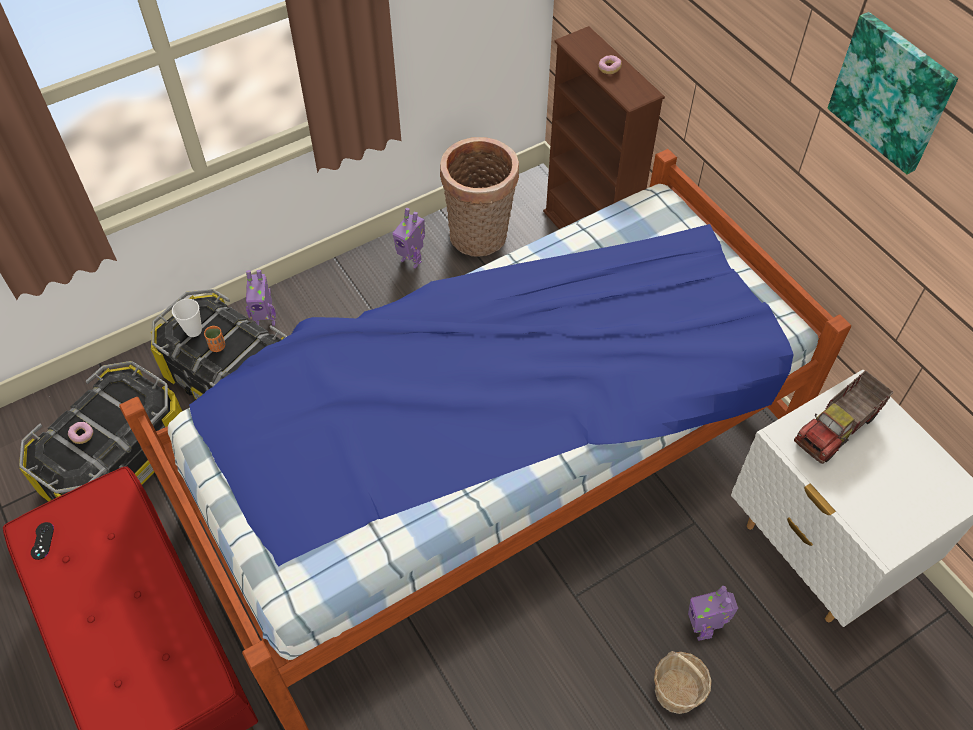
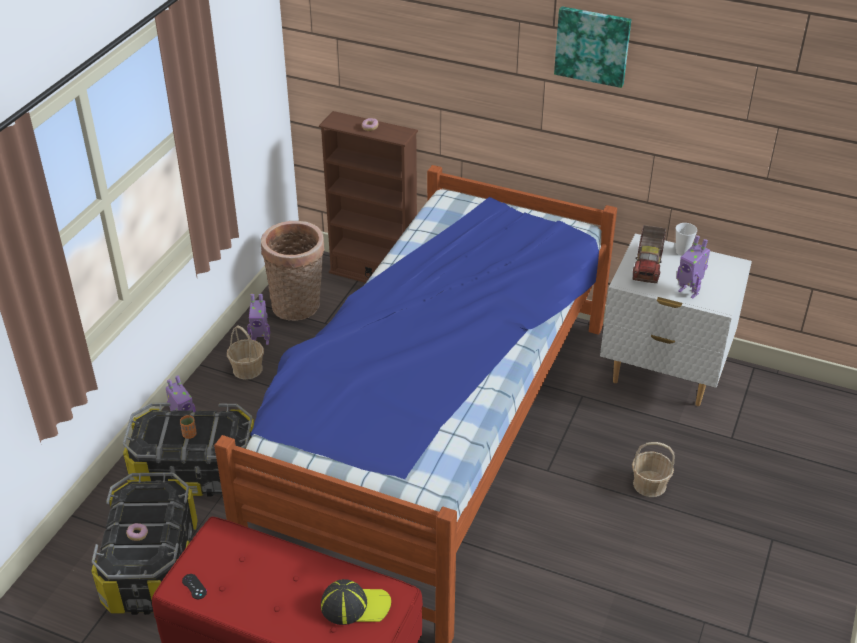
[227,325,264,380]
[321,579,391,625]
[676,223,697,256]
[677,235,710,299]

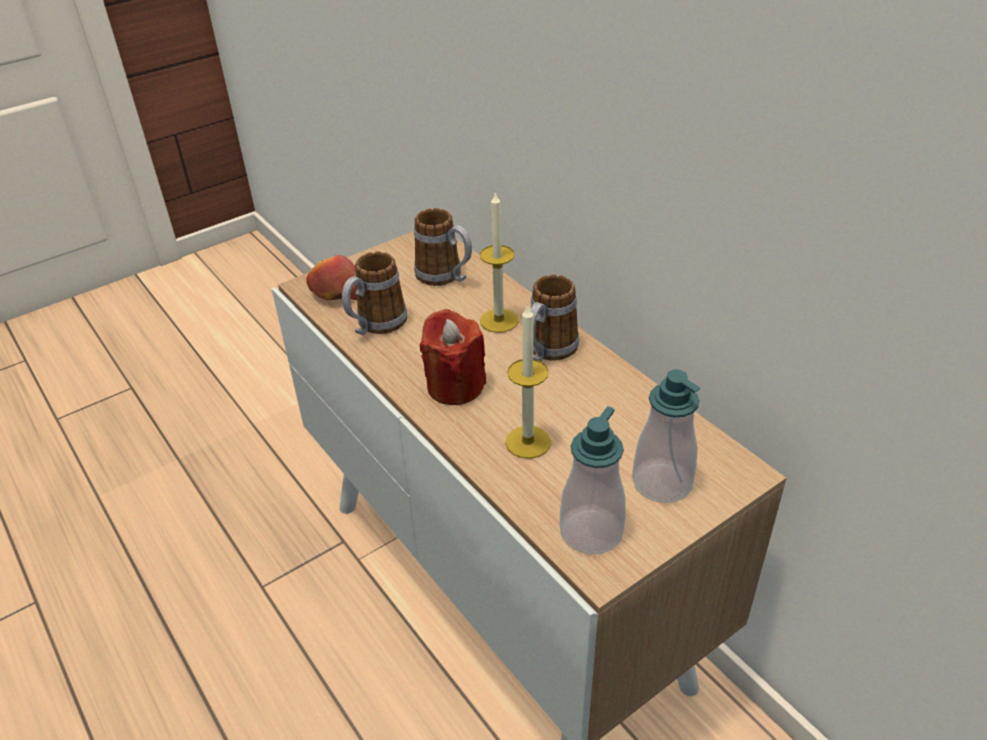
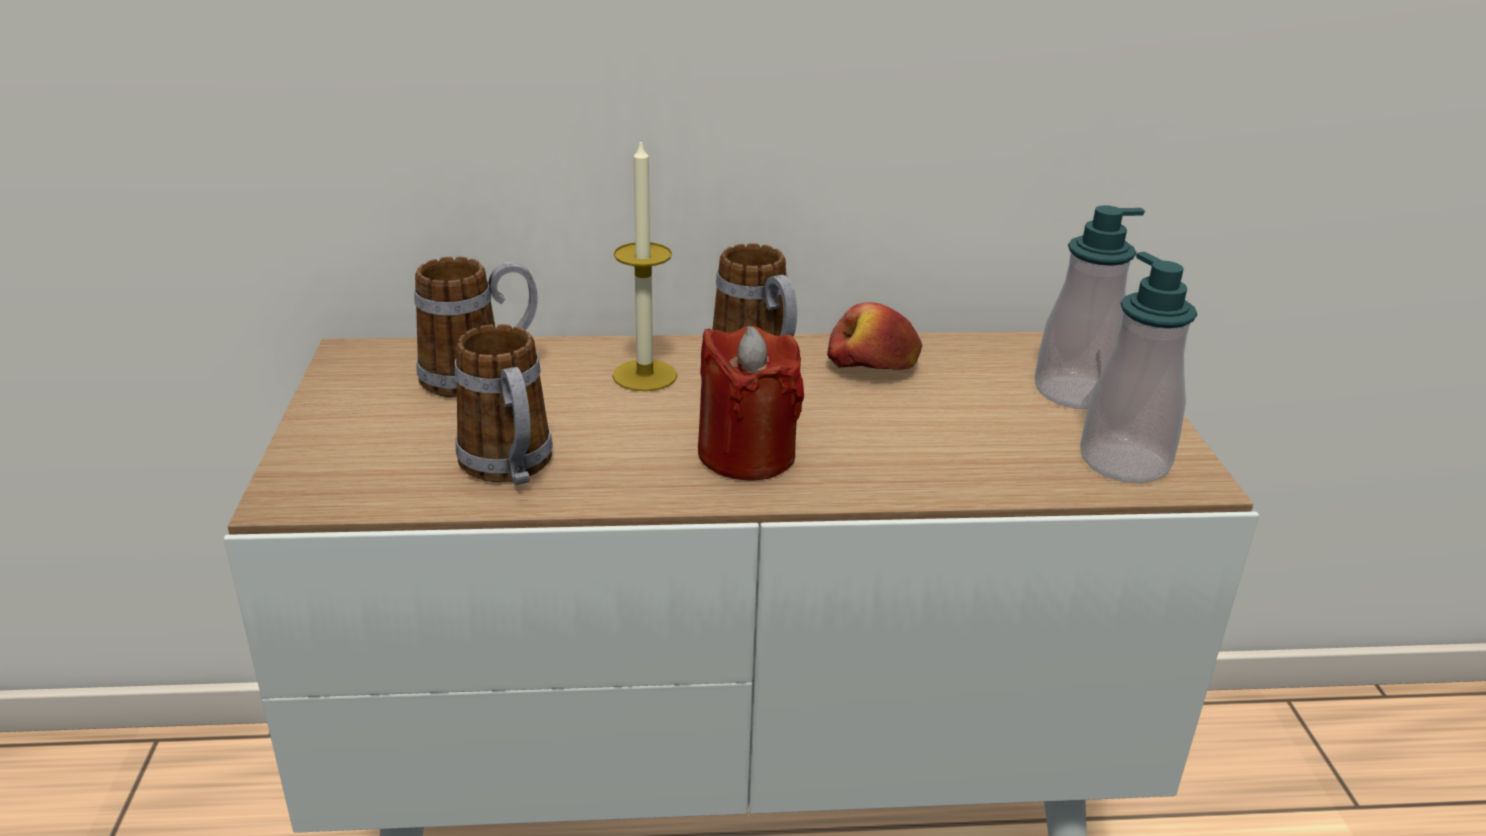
[506,304,551,459] (first image)
[827,302,922,370]

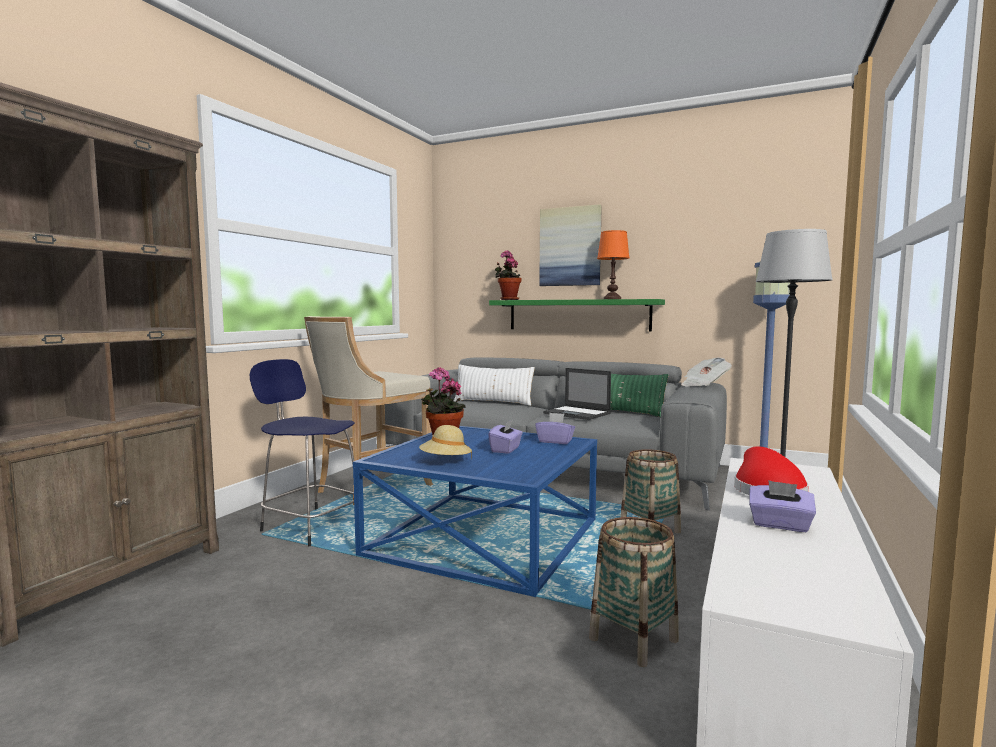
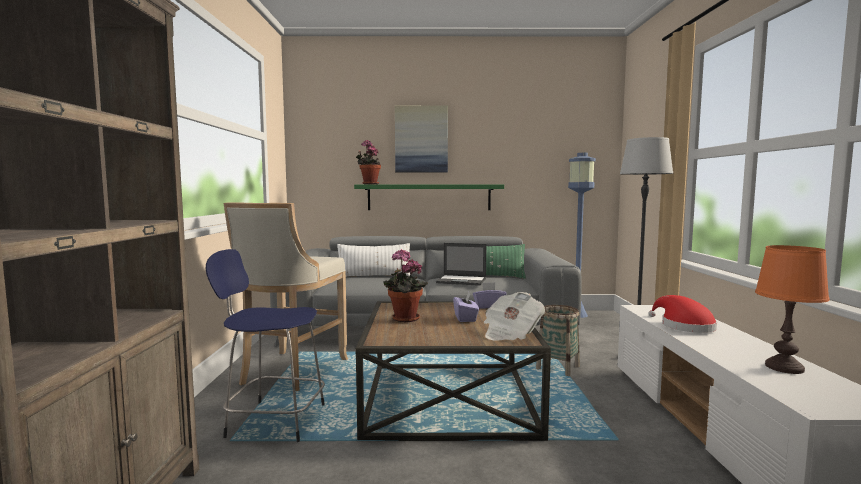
[419,425,472,459] (first image)
[589,517,679,667] (first image)
[749,480,816,532] (first image)
[755,245,830,374]
[484,292,545,341]
[355,301,551,441]

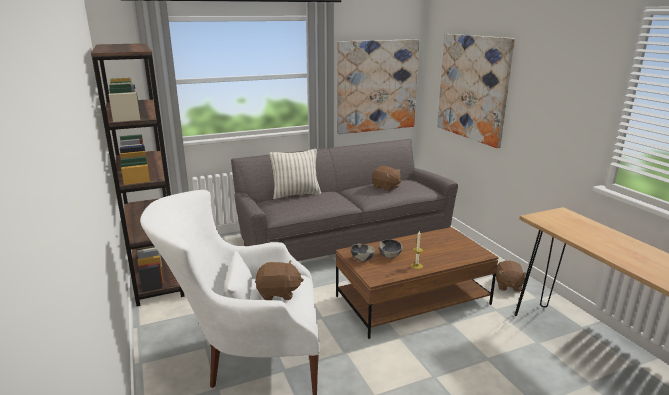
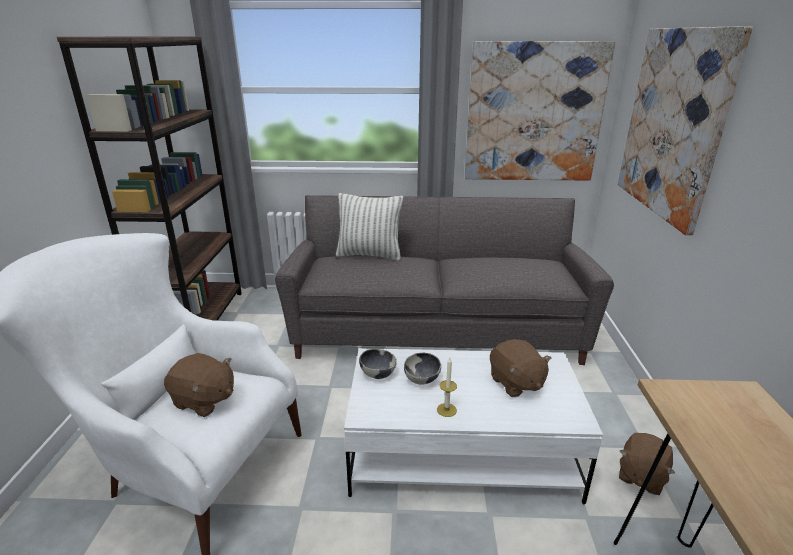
[490,339,551,397]
[344,348,603,504]

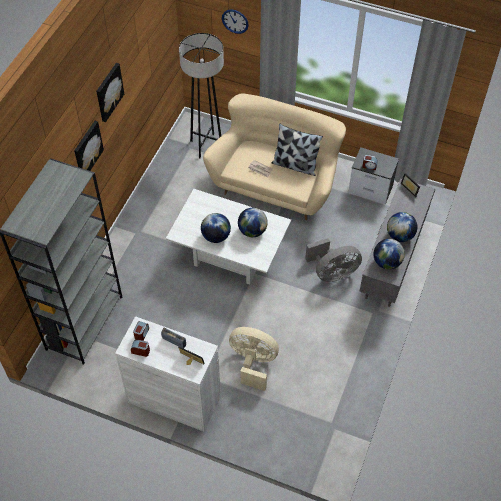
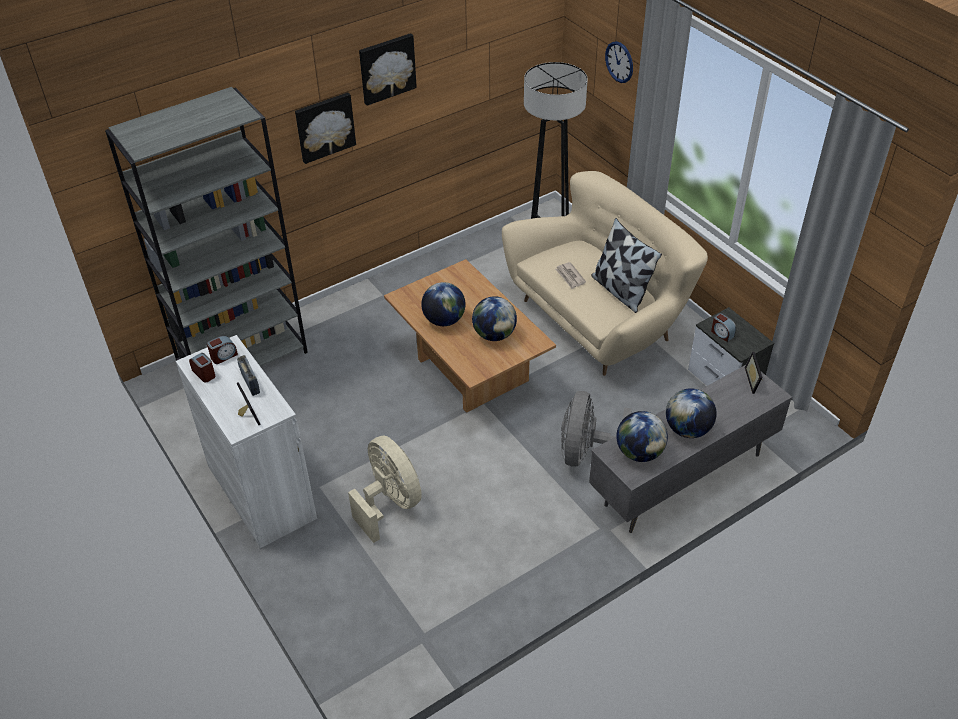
[384,259,556,413]
[561,391,632,467]

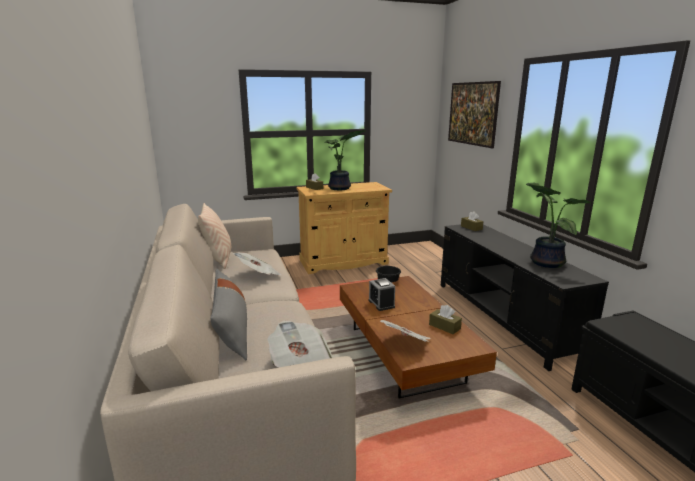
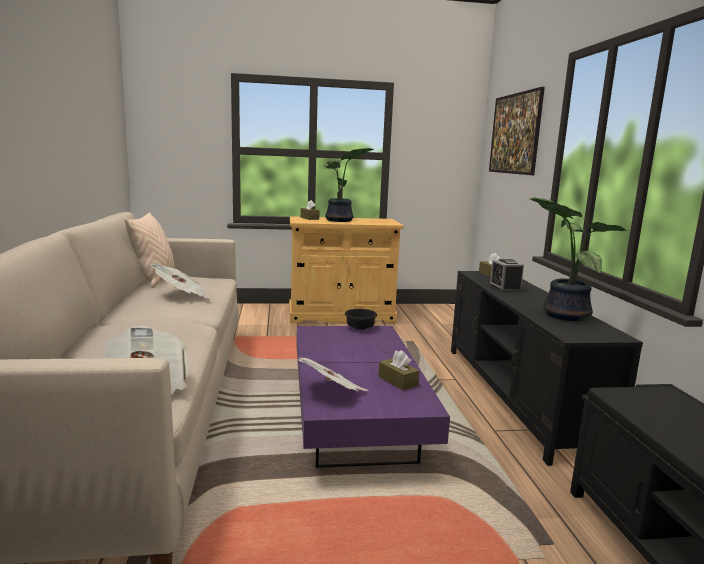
[210,269,247,360] (first image)
[489,259,524,292]
[296,326,450,468]

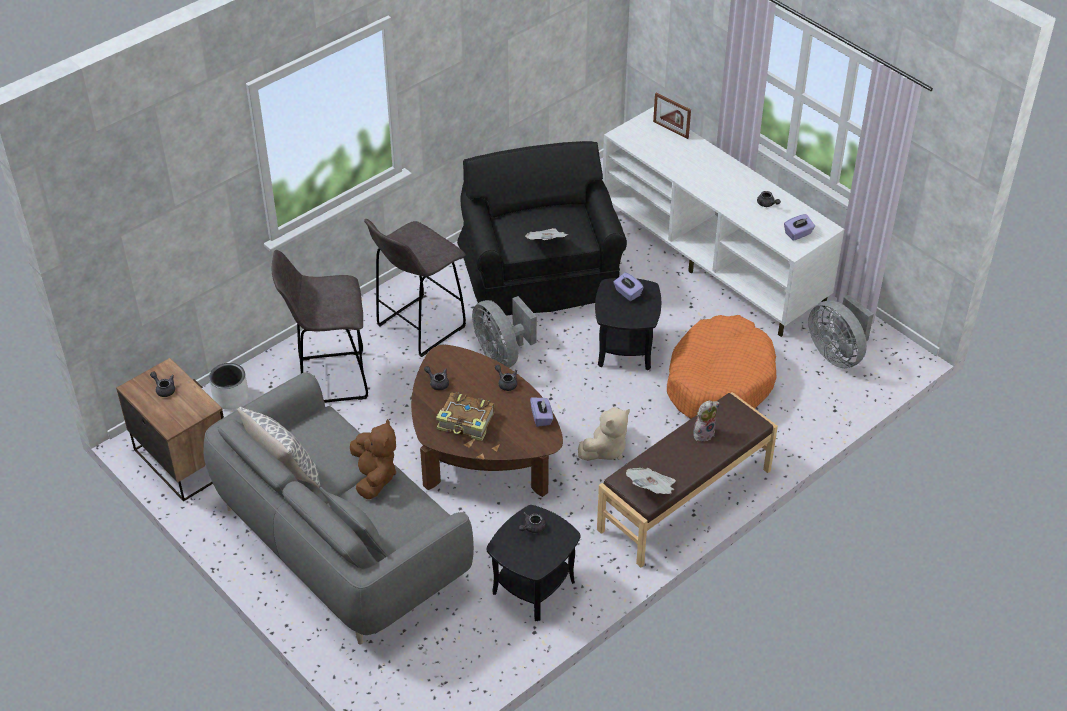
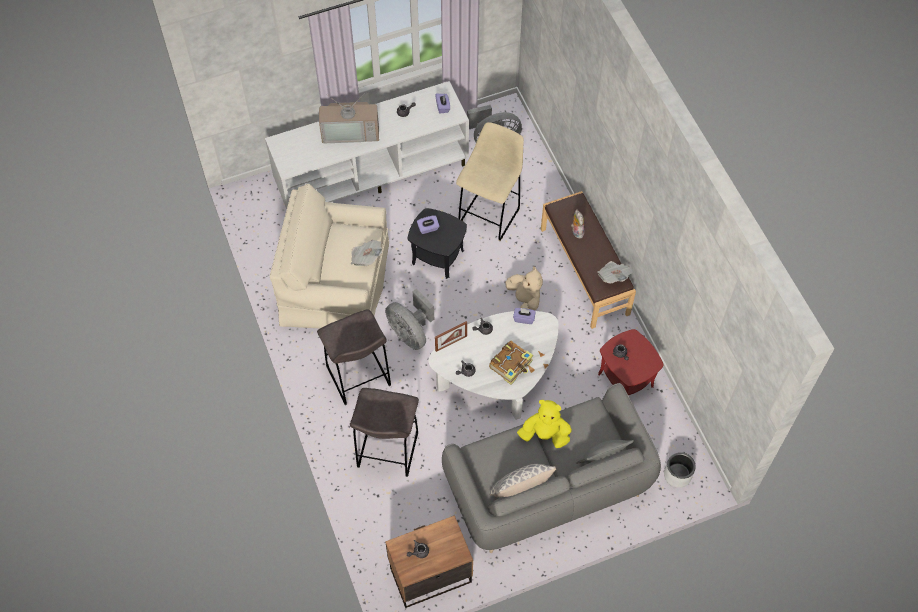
[319,93,379,143]
[664,452,696,488]
[435,321,467,352]
[456,122,524,241]
[517,400,572,448]
[428,311,559,420]
[270,184,389,329]
[598,329,664,395]
[385,289,434,350]

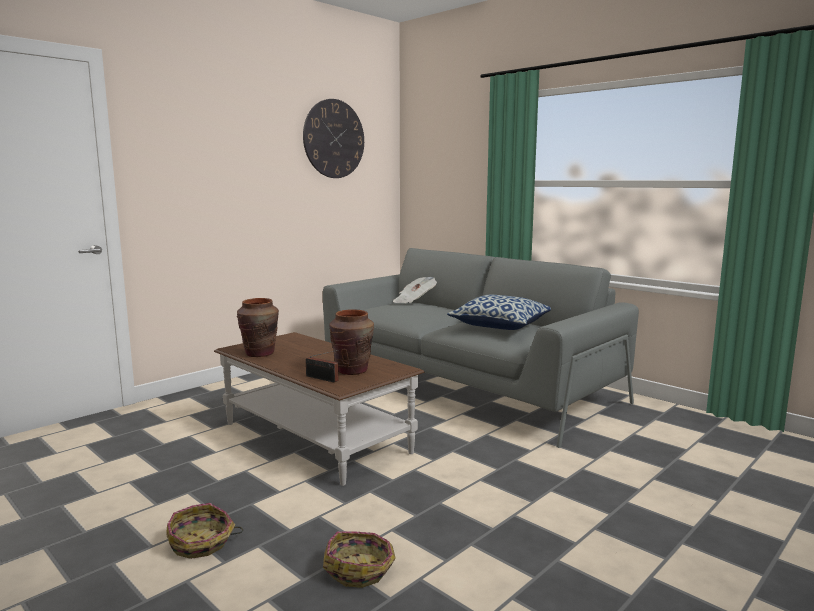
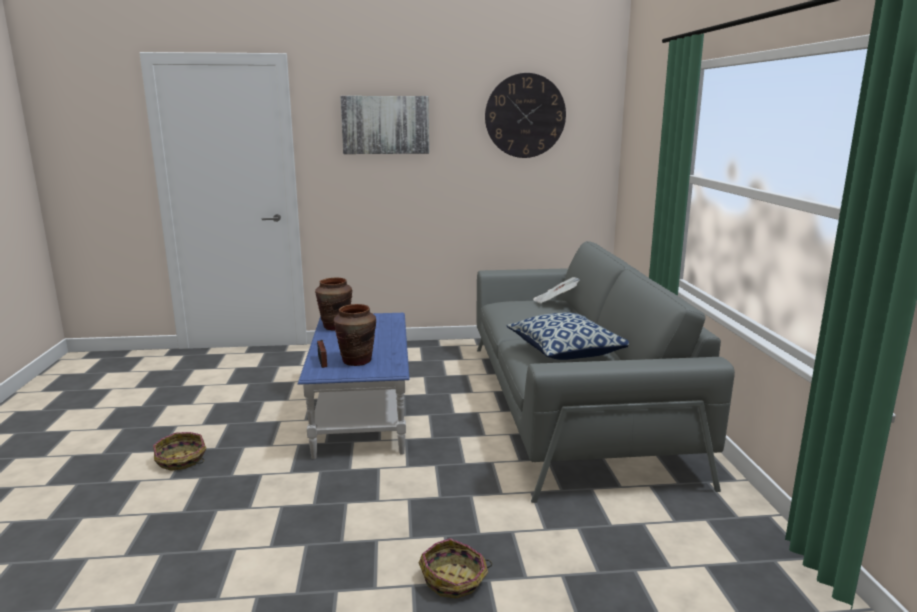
[340,96,429,154]
[419,538,492,599]
[298,313,410,459]

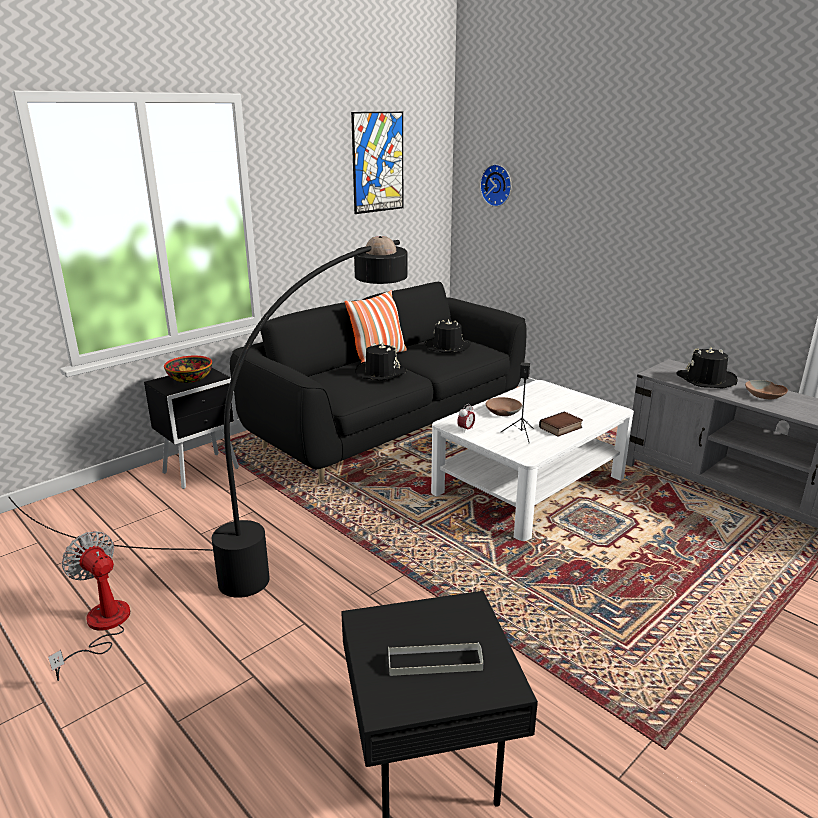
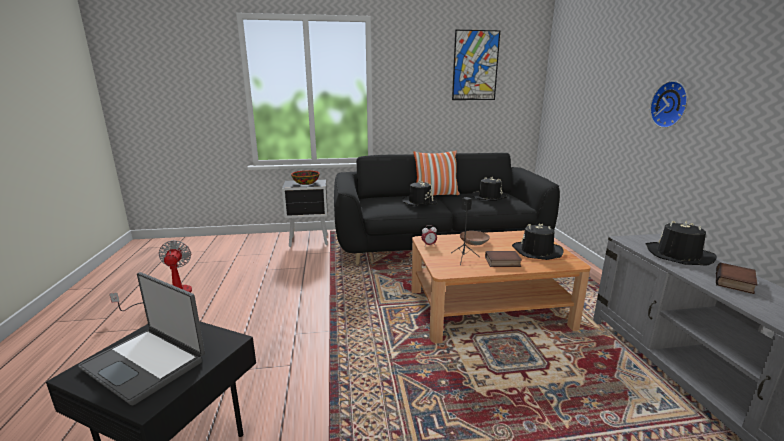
[9,236,407,598] (first image)
[512,223,563,260]
[650,81,688,128]
[78,272,205,405]
[716,263,758,294]
[412,230,591,343]

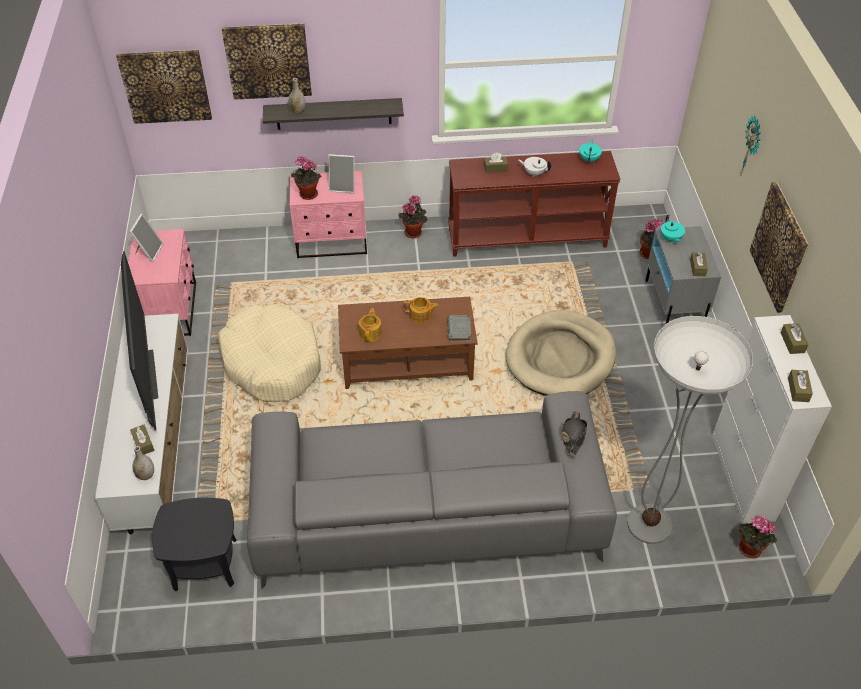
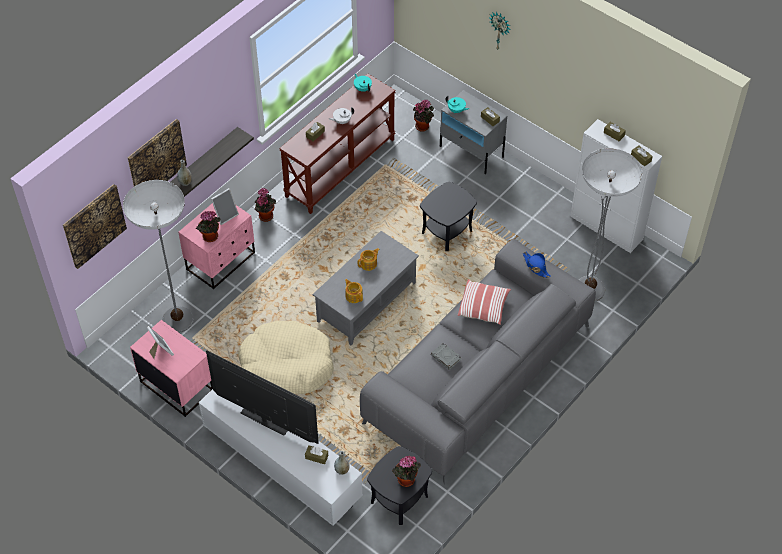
[750,182,809,313] (first image)
[123,180,194,333]
[458,279,511,325]
[431,343,462,370]
[392,455,421,487]
[420,182,477,251]
[313,231,419,345]
[523,252,551,278]

